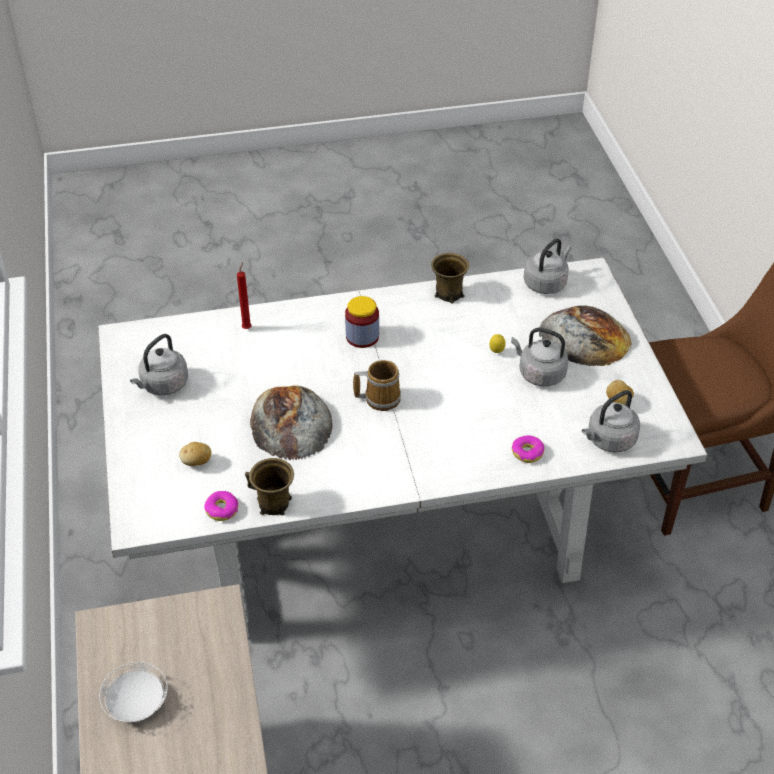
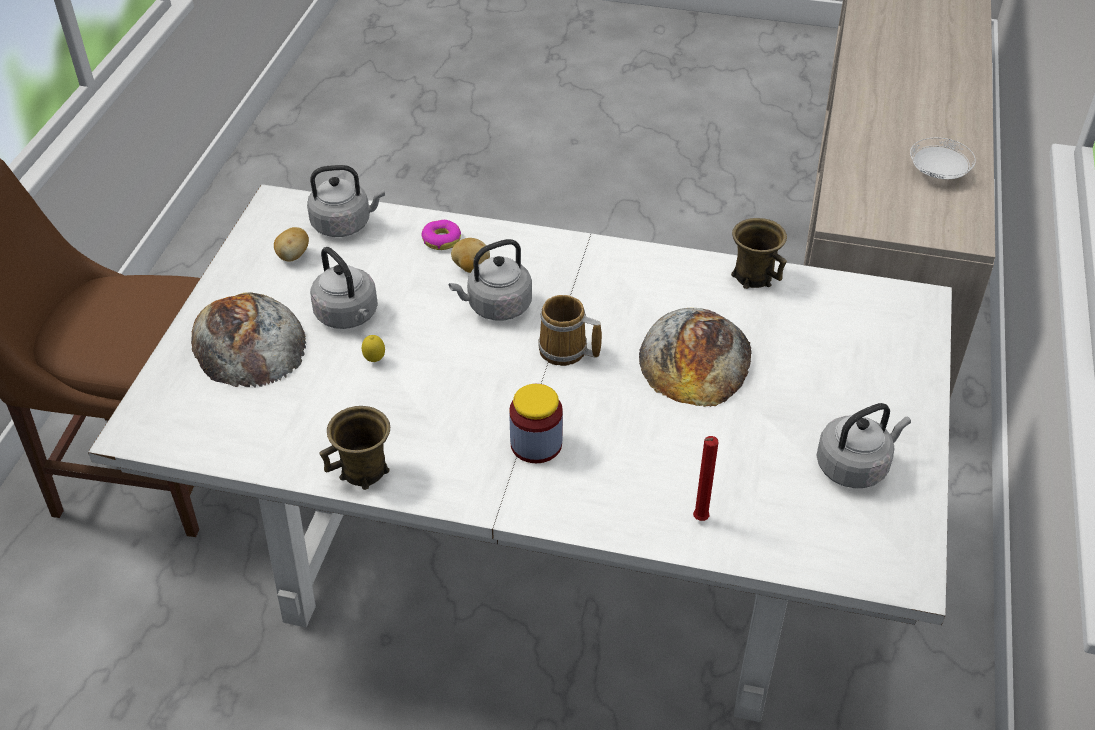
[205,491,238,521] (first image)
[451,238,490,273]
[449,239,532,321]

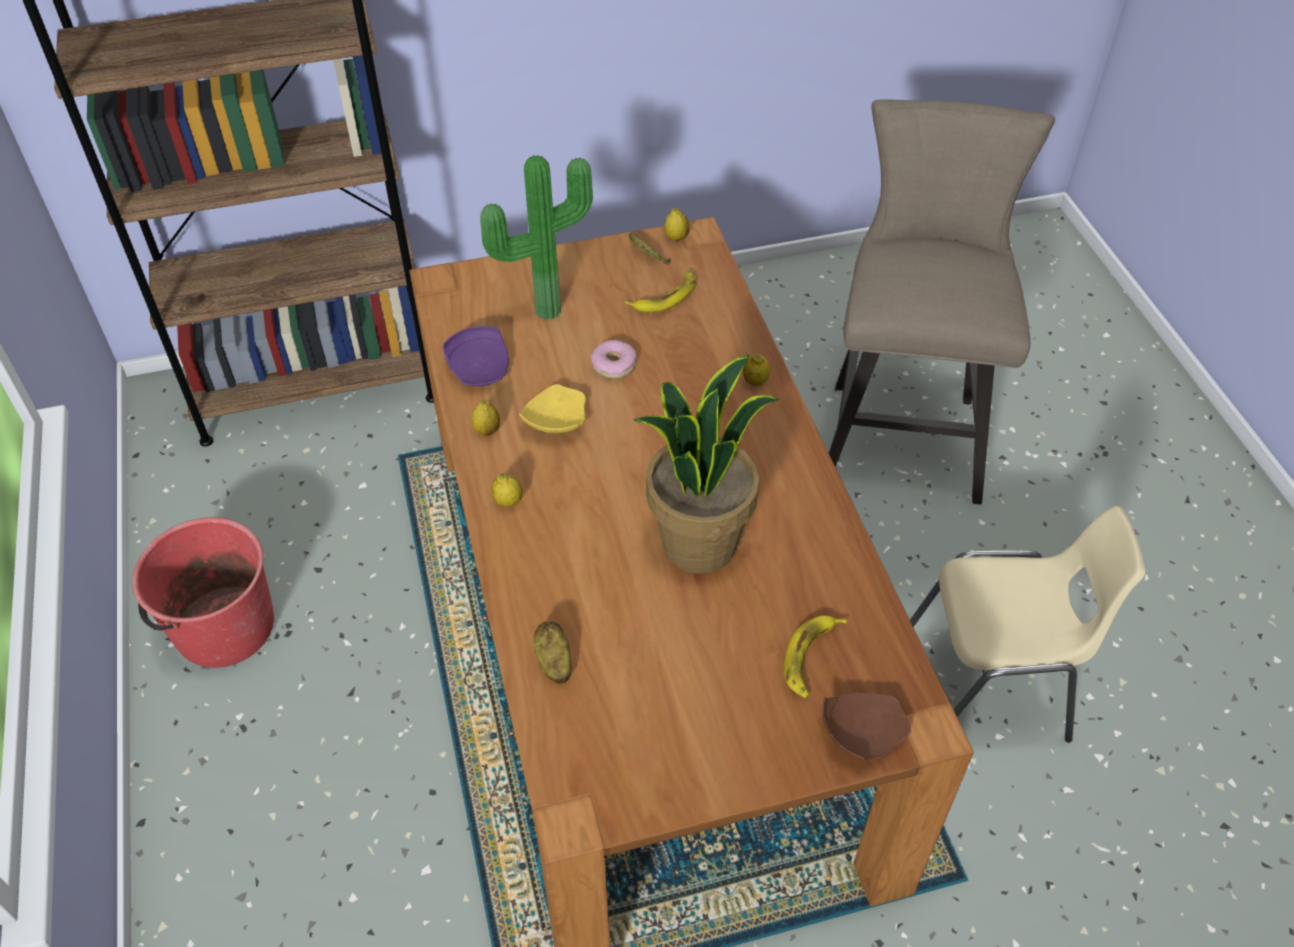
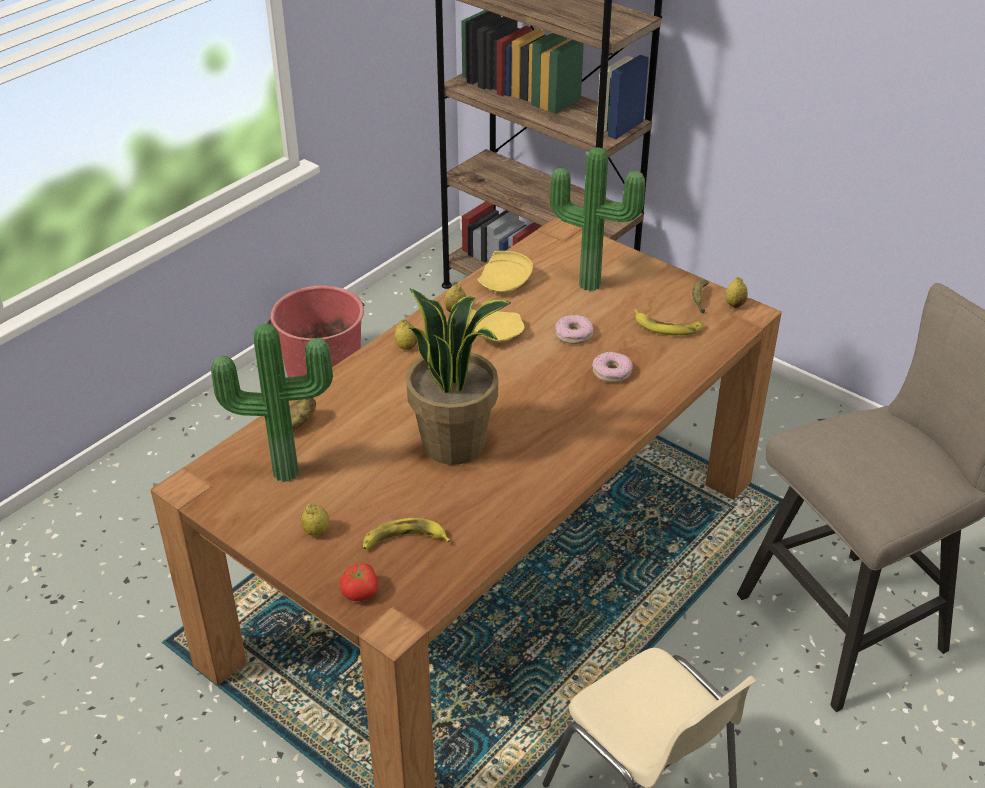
[211,323,333,482]
[592,352,633,383]
[301,504,329,536]
[340,563,378,601]
[477,251,533,294]

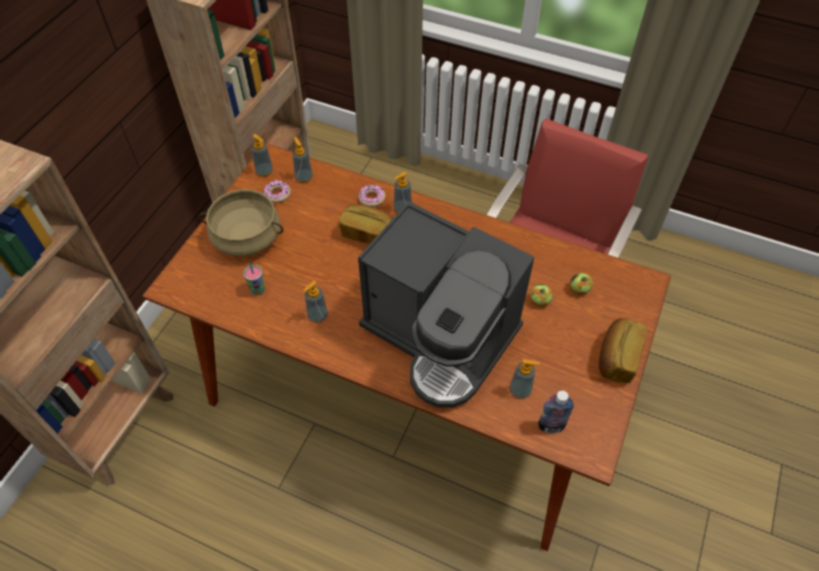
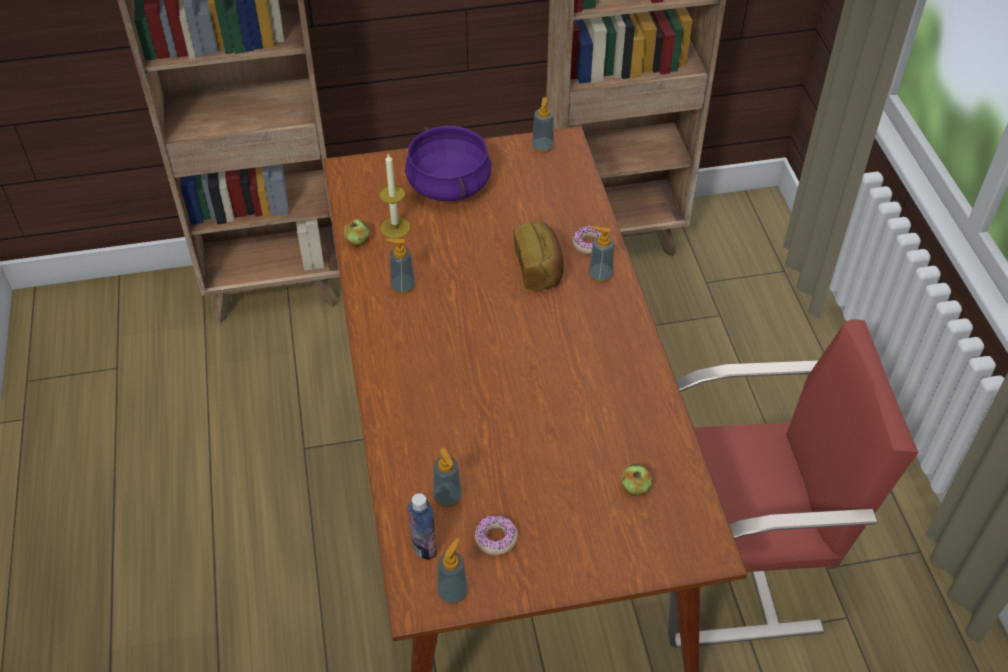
[358,201,534,408] (first image)
[599,318,648,383] (first image)
[474,515,518,556]
[437,538,468,604]
[344,219,370,246]
[379,154,410,238]
[405,126,491,201]

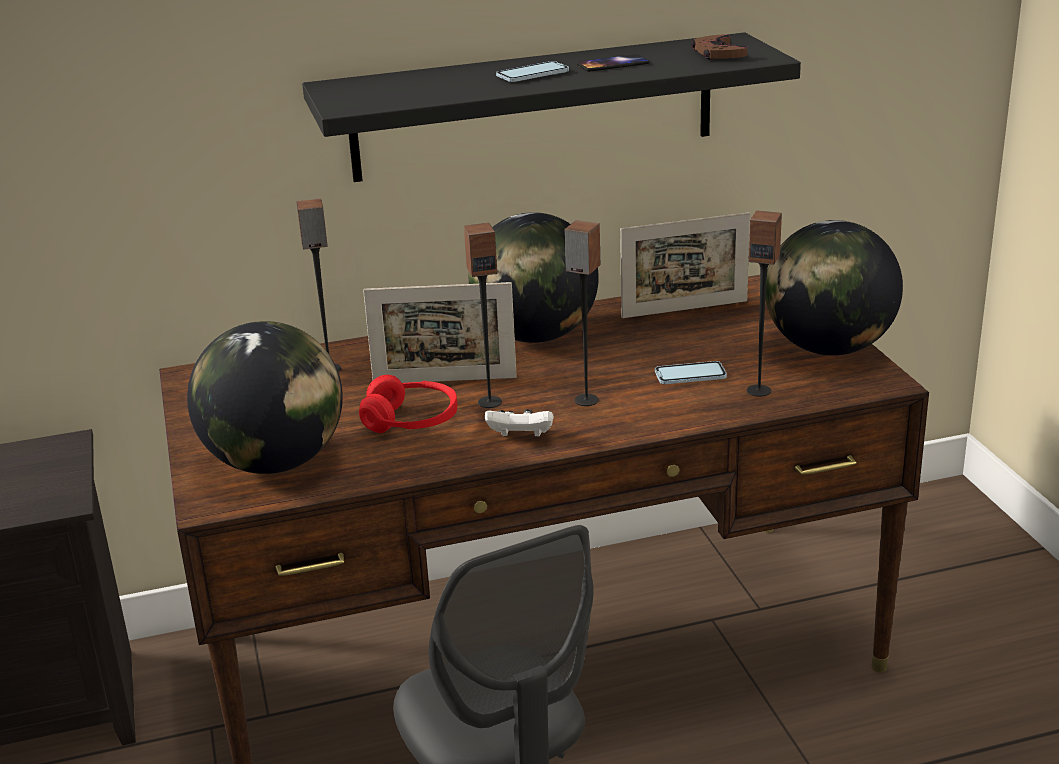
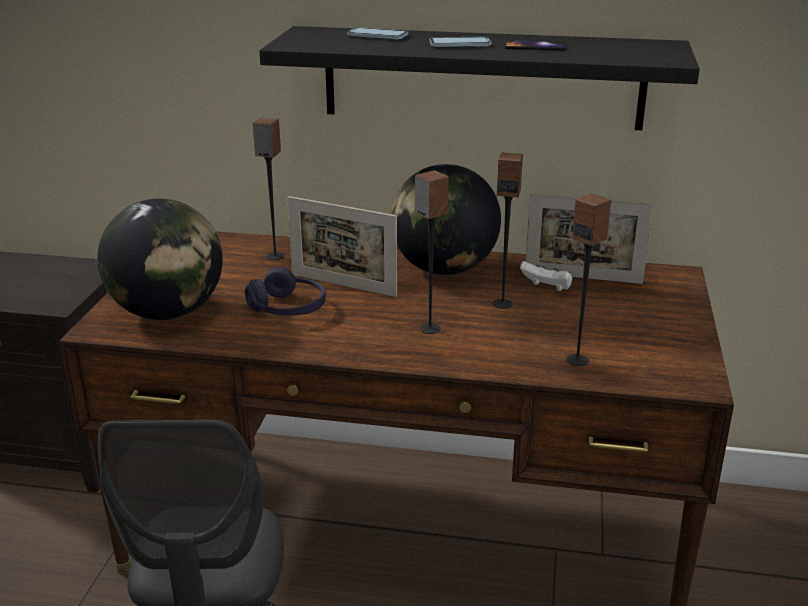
[691,35,747,60] (first image)
[766,220,903,356] (first image)
[493,153,523,309]
[520,261,572,291]
[347,27,408,39]
[245,267,326,316]

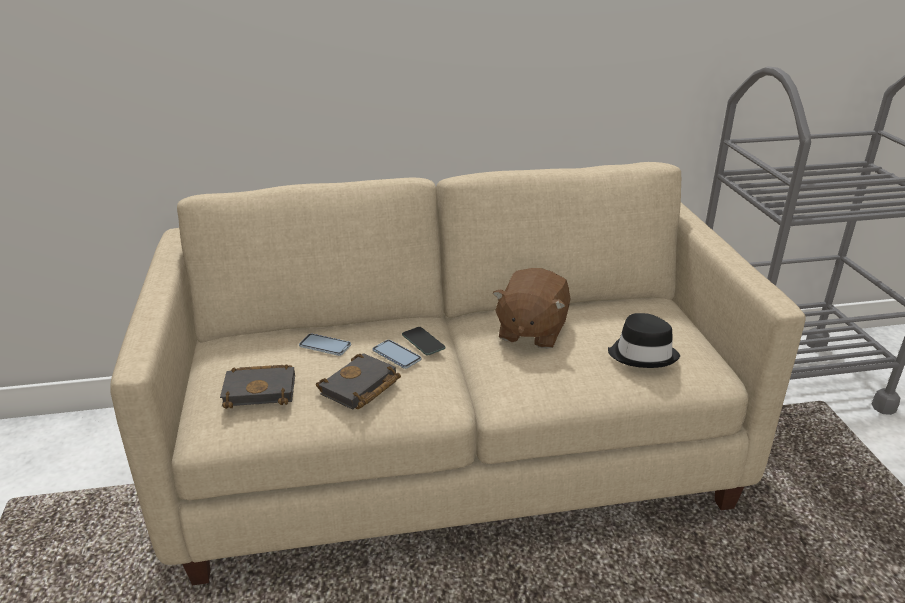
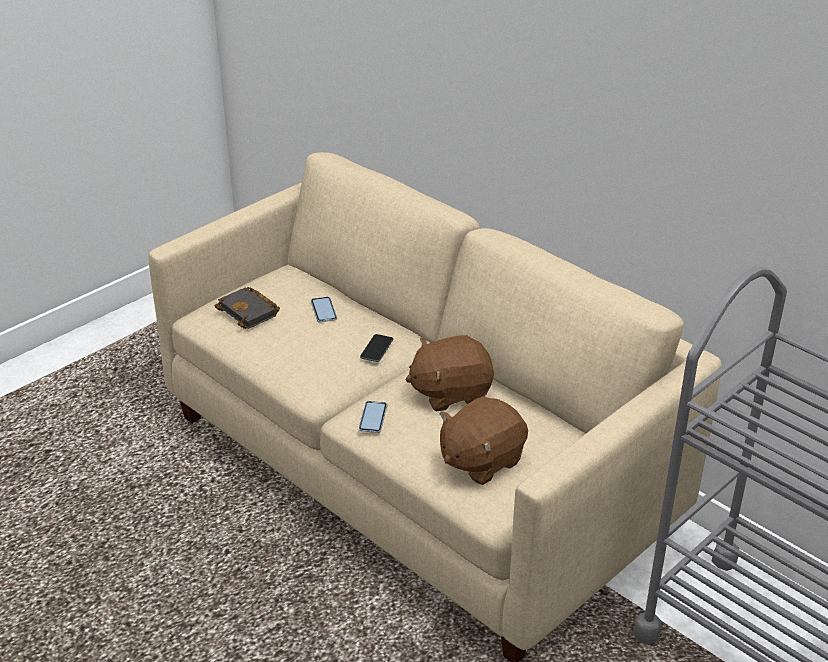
[316,353,401,410] (first image)
[359,401,387,433]
[440,396,528,485]

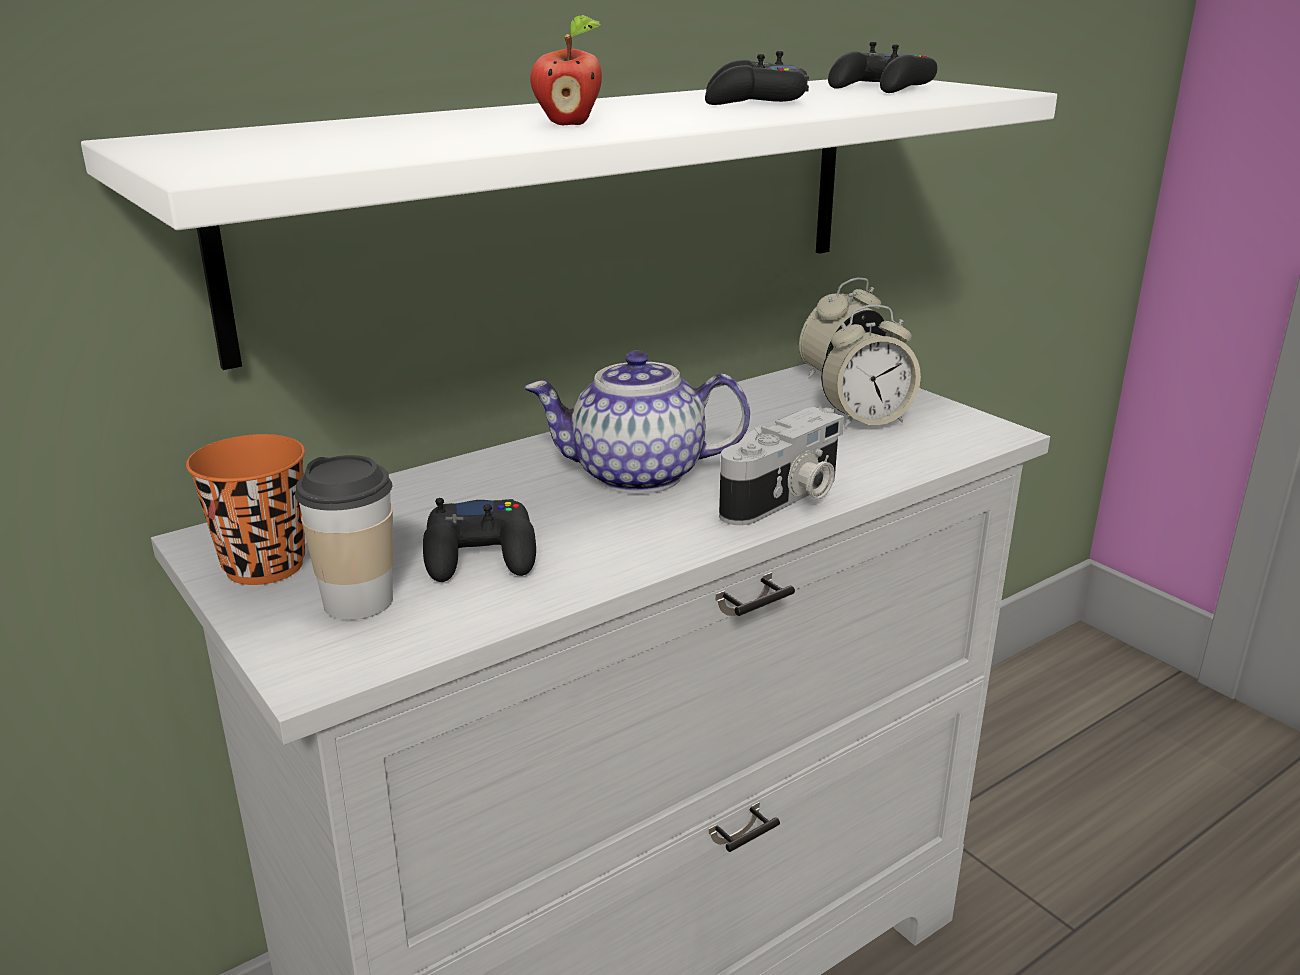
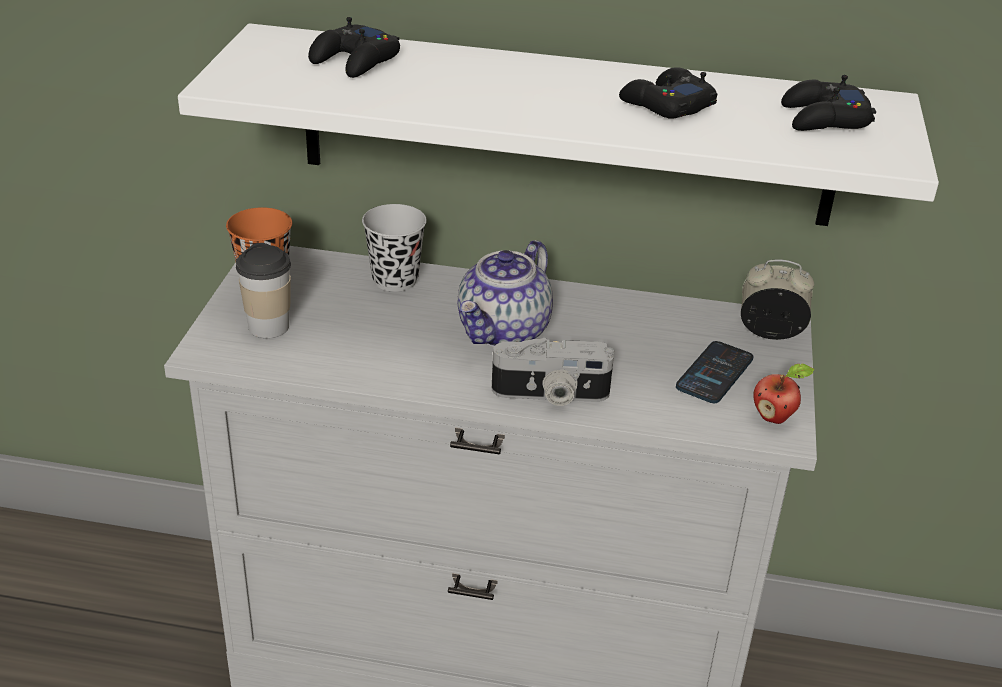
[362,204,427,292]
[308,17,400,78]
[753,363,815,424]
[676,341,754,403]
[458,240,553,347]

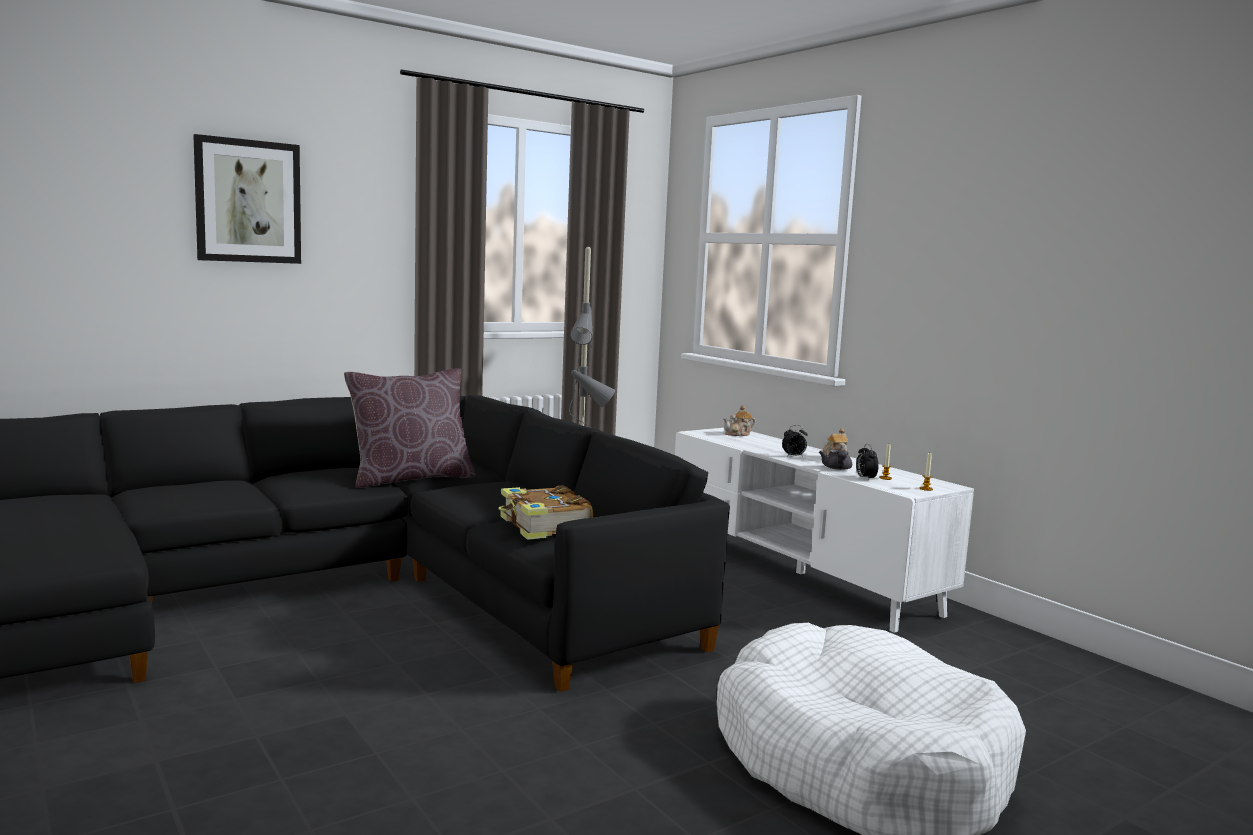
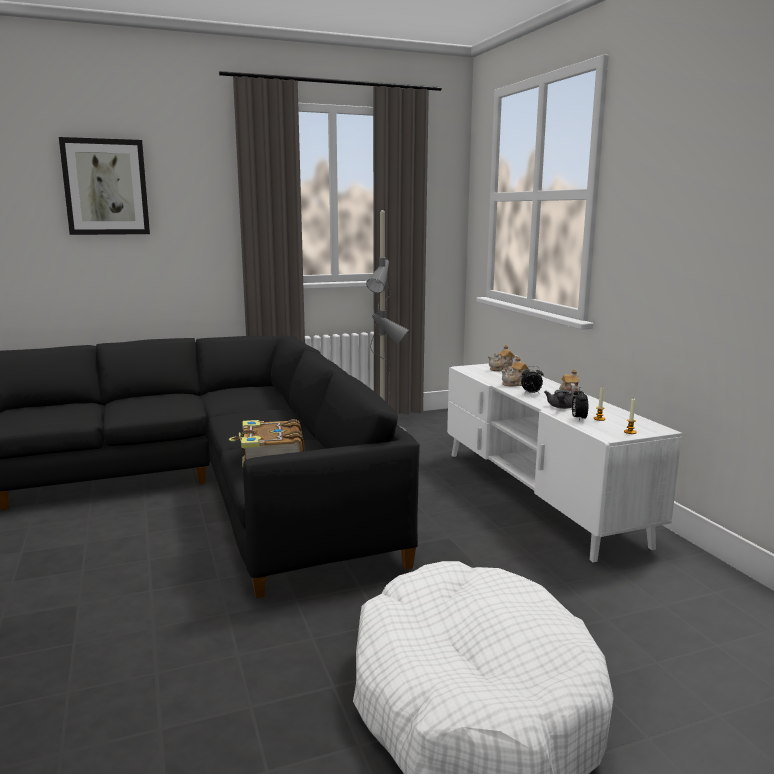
[344,369,475,488] (first image)
[501,357,530,386]

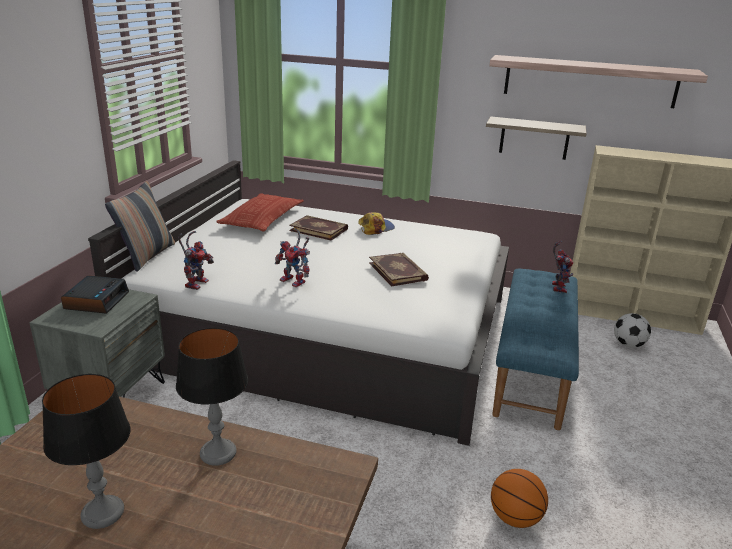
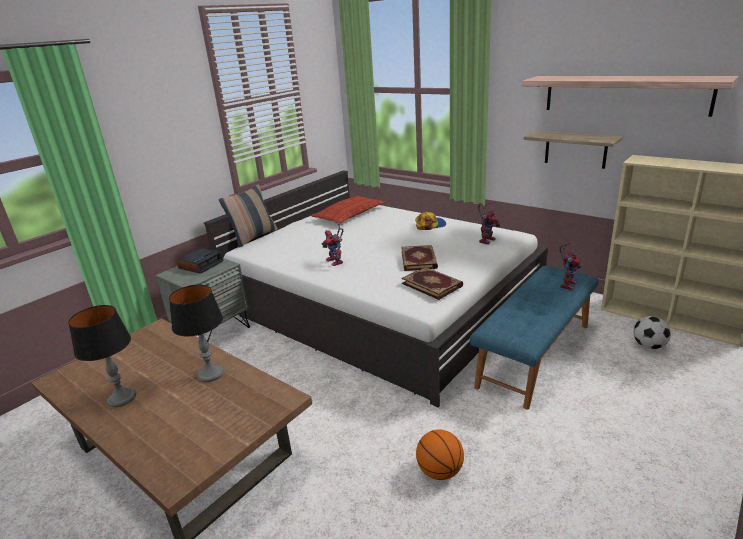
[478,202,500,245]
[401,267,463,300]

